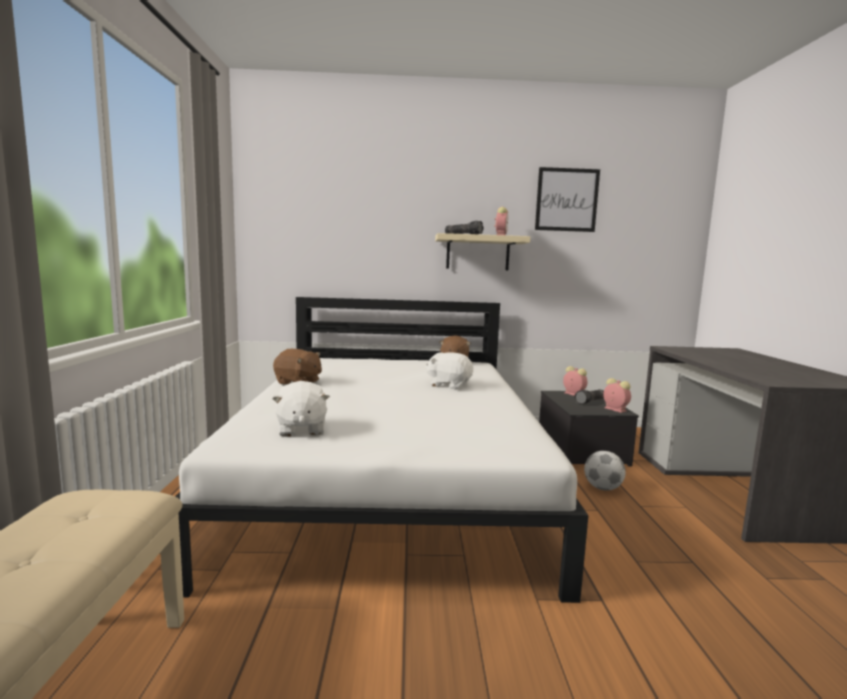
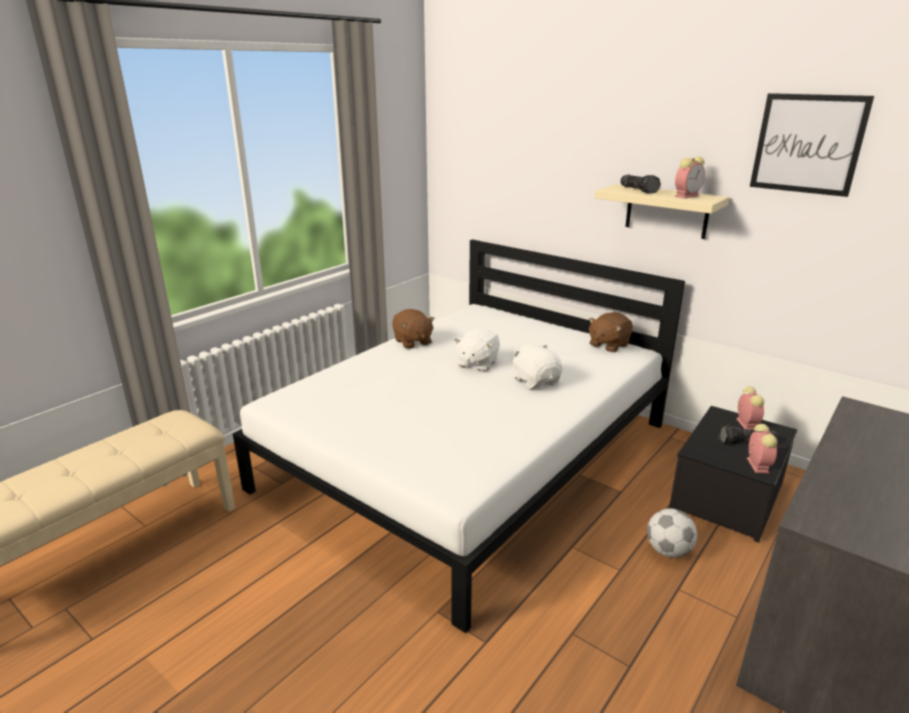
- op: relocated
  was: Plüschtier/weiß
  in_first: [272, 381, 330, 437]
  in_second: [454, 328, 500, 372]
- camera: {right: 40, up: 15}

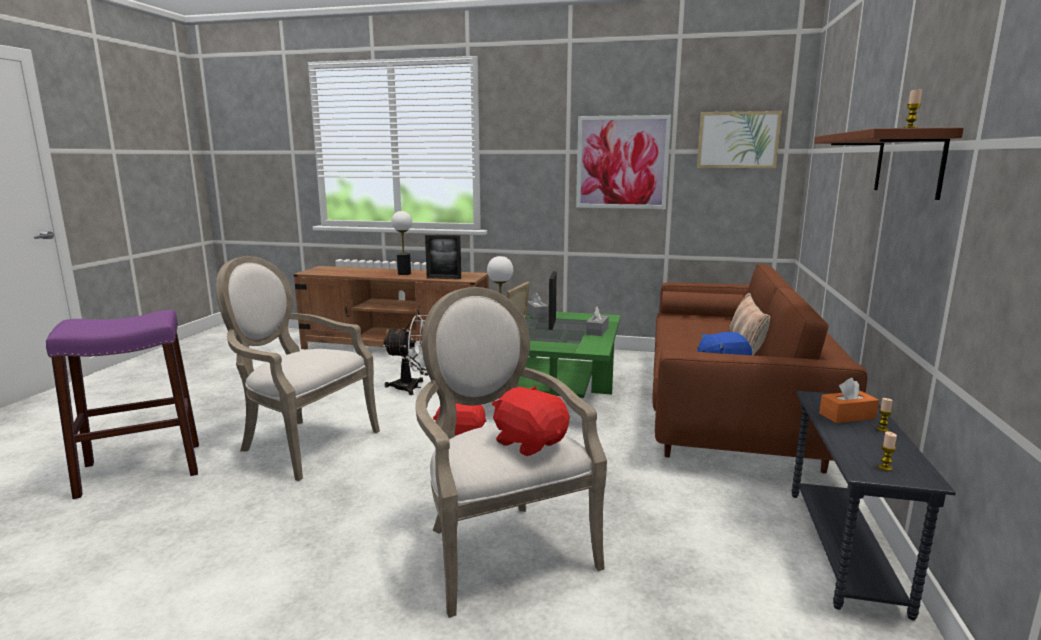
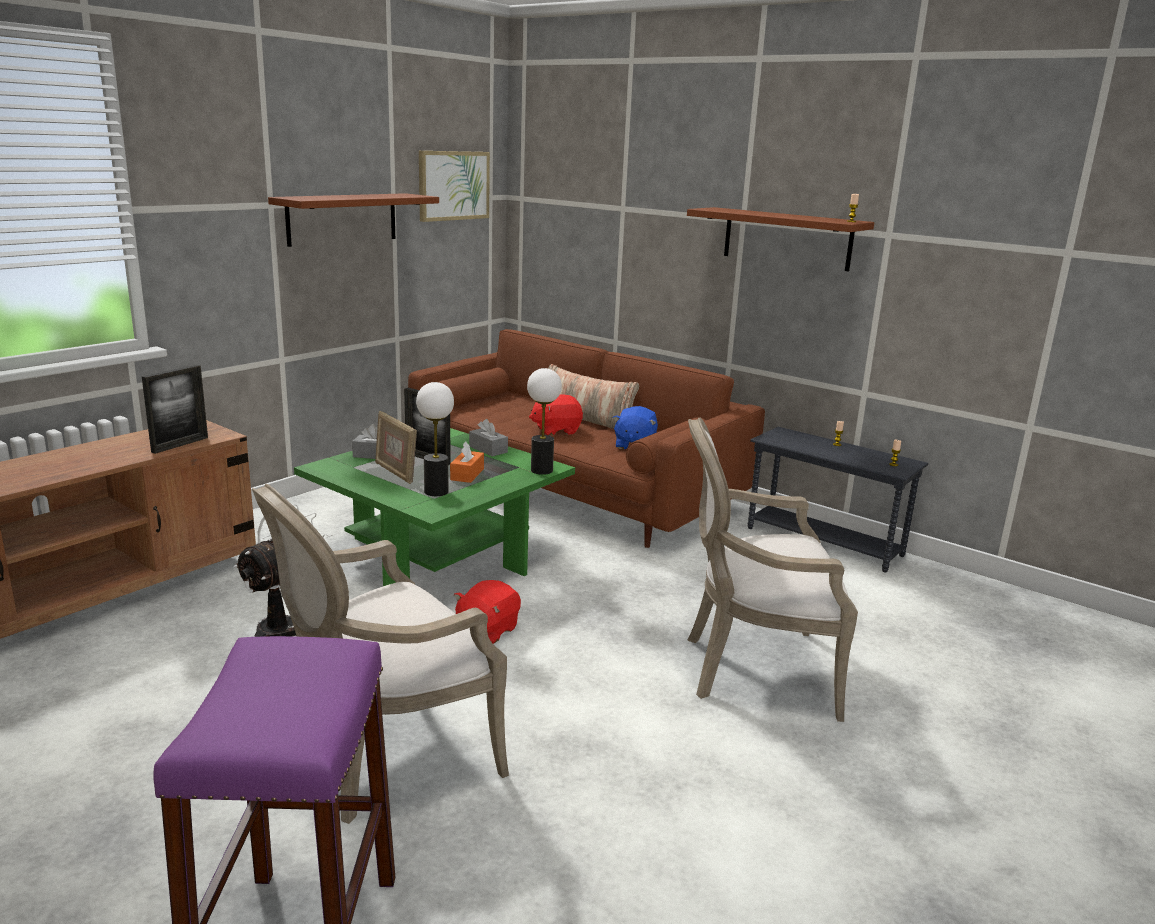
- op: exchanged
  was: Bild
  now: Wandregal/braun
  in_first: [576, 115, 671, 209]
  in_second: [268, 193, 439, 247]
- op: relocated
  was: Taschentuchbox/orange
  in_first: [819, 378, 879, 423]
  in_second: [450, 441, 484, 483]
- op: relocated
  was: Tischlampe
  in_first: [392, 211, 412, 275]
  in_second: [527, 368, 562, 475]
- op: relocated
  was: Plüschtier/rot
  in_first: [491, 386, 569, 456]
  in_second: [529, 394, 583, 436]
- camera: {right: -65, up: 5}

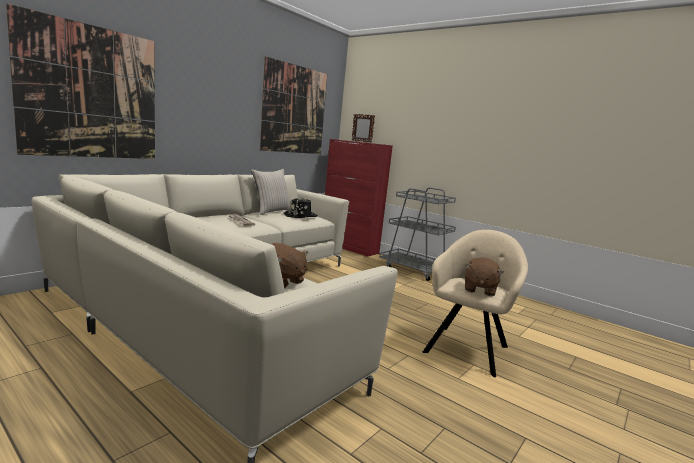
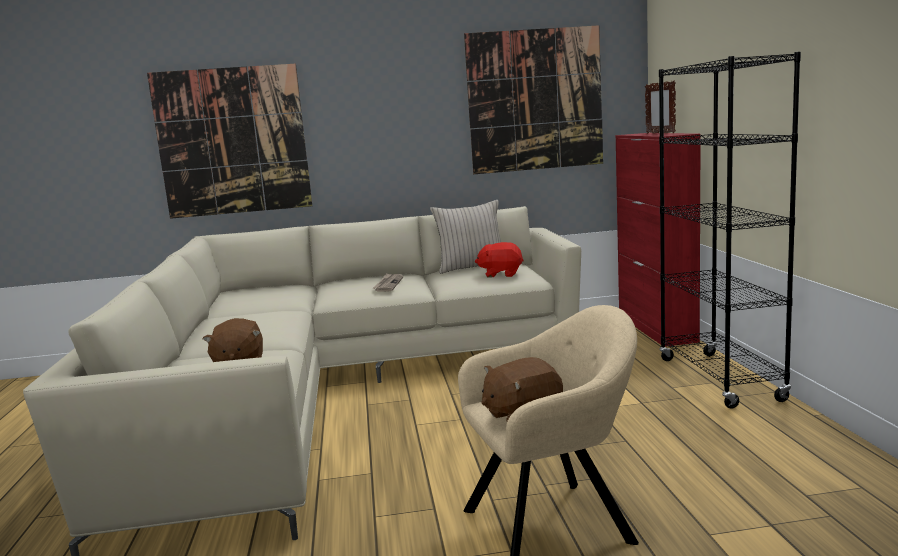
- op: exchanged
  was: Hut/schwarz
  now: Plüschtier/rot
  in_first: [283, 197, 318, 218]
  in_second: [475, 242, 524, 278]
- op: exchanged
  was: Rollwagen/grau
  now: Bücherregal/schwarz
  in_first: [379, 187, 456, 281]
  in_second: [659, 52, 801, 408]
- camera: {right: 45, up: 0}

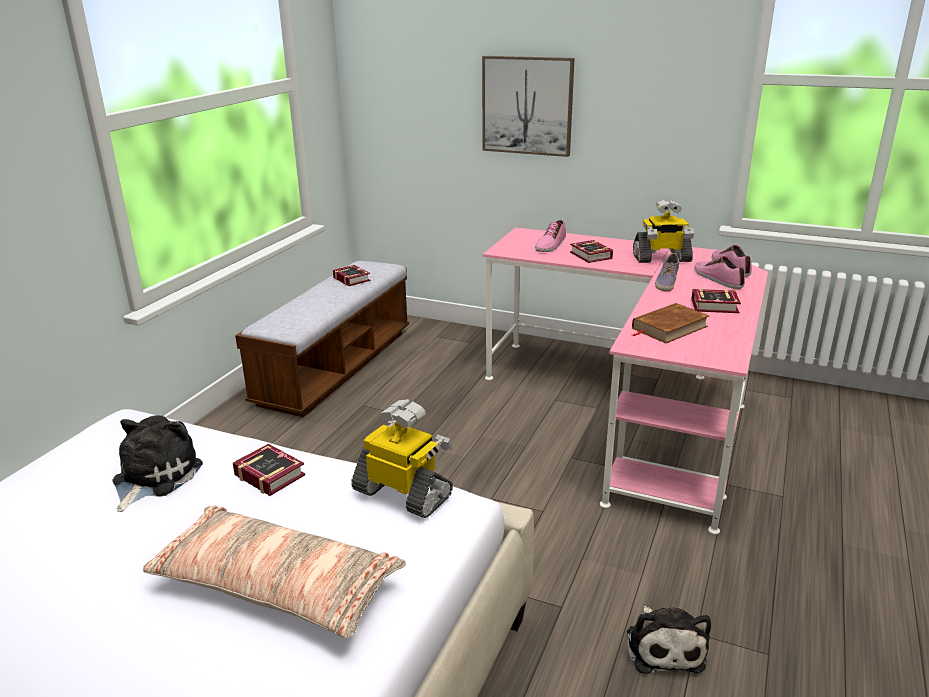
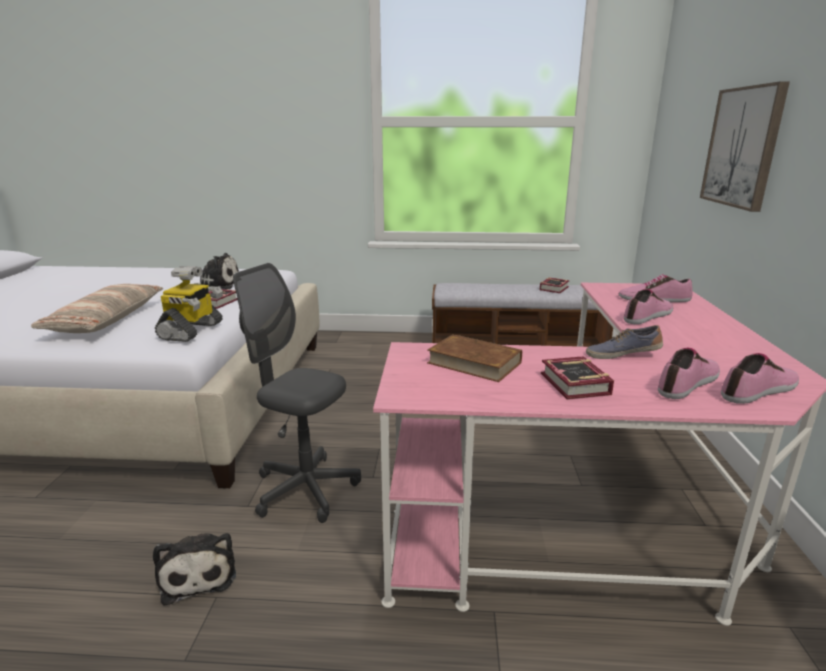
- op: spun
  was: Plüschtier
  in_first: [627, 606, 711, 674]
  in_second: [153, 533, 236, 606]
  clockwise: -90
- op: appeared
  now: Bürostuhl/grau
  in_second: [233, 263, 361, 523]
- op: exchanged
  was: Buch
  now: Schuh
  in_first: [570, 240, 613, 263]
  in_second: [624, 289, 673, 324]
- op: missing
  was: Spielzeugroboter
  in_first: [633, 200, 694, 263]
- camera: {right: 70, up: -5}

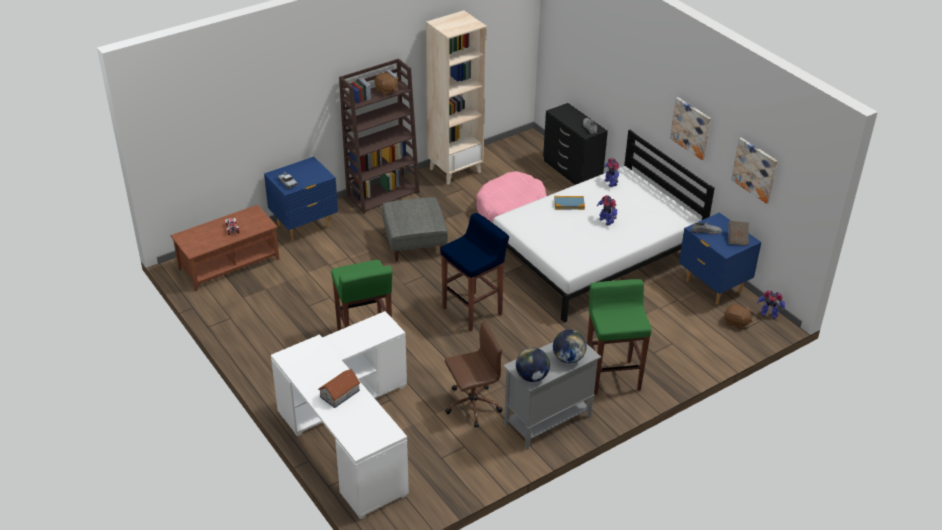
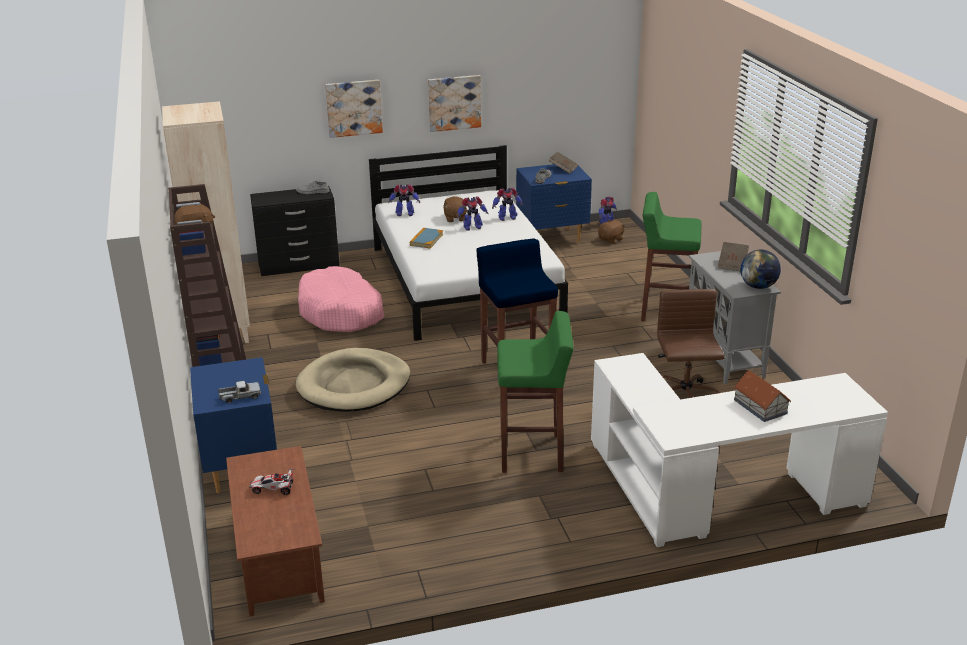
- op: exchanged
  was: Polsterhocker/grau
  now: Hundebett/beige
  in_first: [382, 197, 448, 262]
  in_second: [296, 348, 410, 412]
- op: relocated
  was: Bild
  in_first: [731, 138, 778, 204]
  in_second: [325, 80, 383, 138]
- op: appeared
  now: Plüschtier/braun
  in_second: [443, 196, 467, 222]
- op: appeared
  now: Spielzeugroboter
  in_second: [492, 188, 523, 221]
- op: exchanged
  was: Globus
  now: Buch/braun
  in_first: [553, 330, 587, 363]
  in_second: [718, 242, 749, 271]
- camera: {right: -70, up: -10}

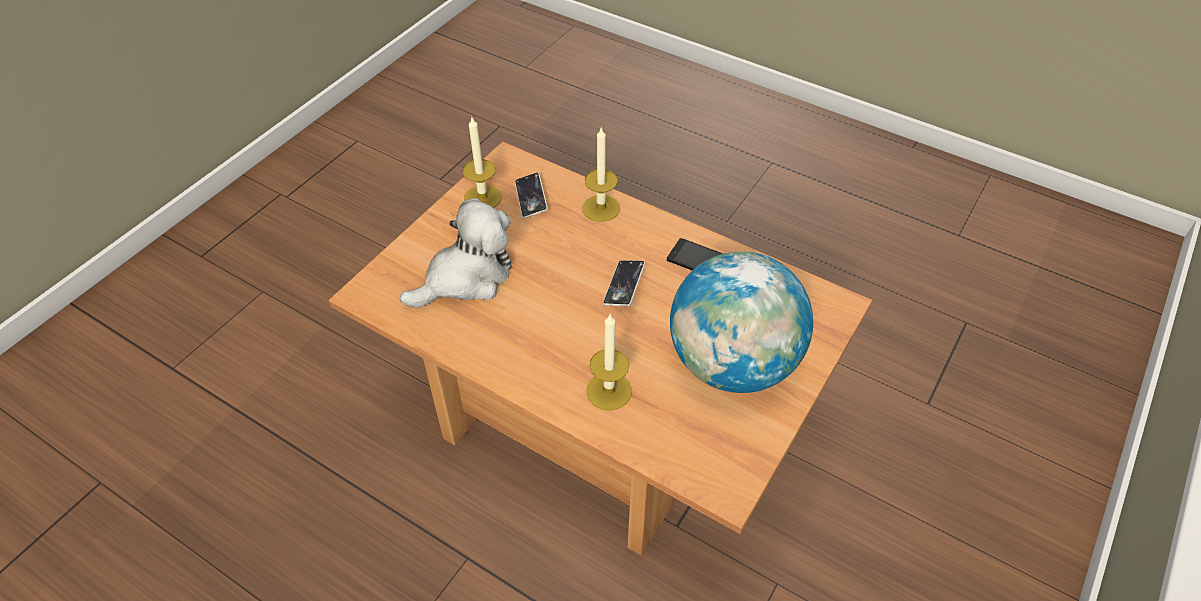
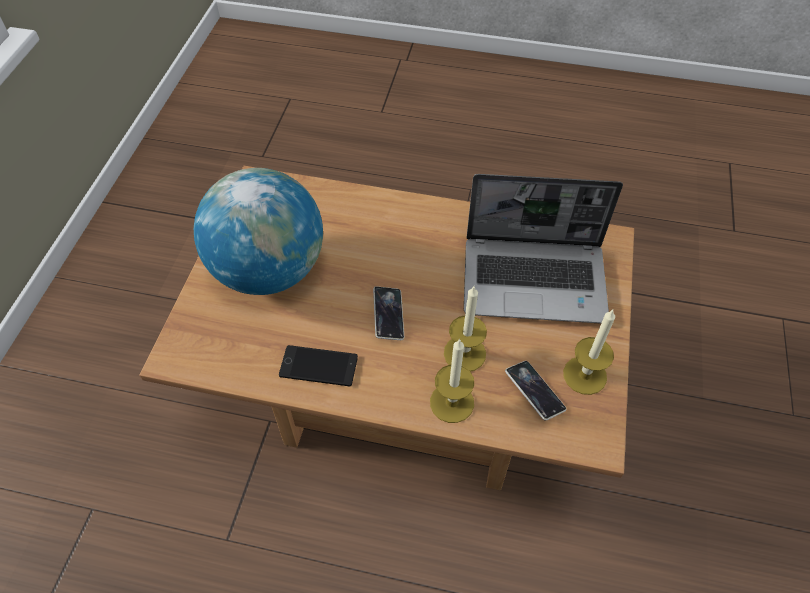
- op: relocated
  was: Kerze
  in_first: [586, 314, 632, 410]
  in_second: [444, 286, 487, 372]
- op: exchanged
  was: Plüschtier
  now: Laptop
  in_first: [400, 198, 512, 308]
  in_second: [464, 174, 623, 324]
- camera: {right: 160, up: 5}

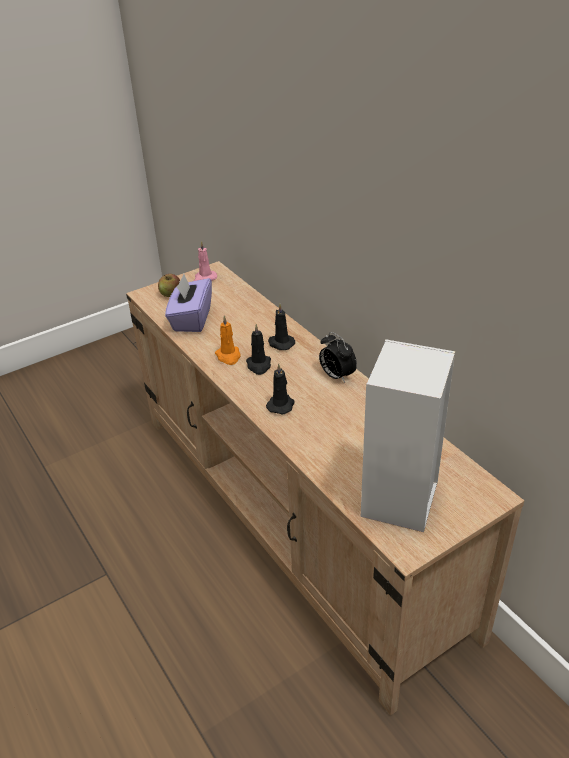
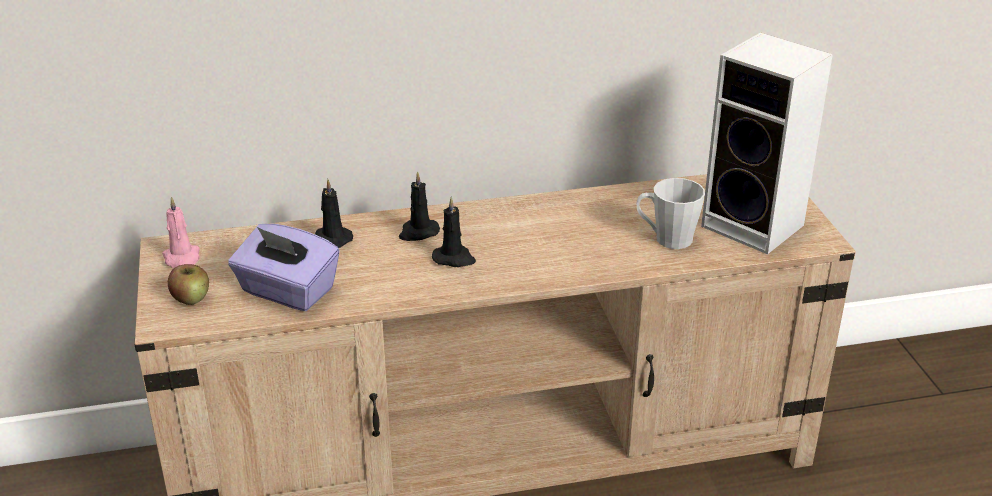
- op: relocated
  was: Kerze/schwarz
  in_first: [266, 364, 294, 414]
  in_second: [315, 179, 353, 248]
- op: appeared
  now: Henkelbecher/grau
  in_second: [637, 178, 705, 249]
- op: missing
  was: Kerze/orange
  in_first: [215, 315, 240, 365]
- op: missing
  was: Wecker
  in_first: [319, 332, 357, 383]
- camera: {right: -70, up: -5}

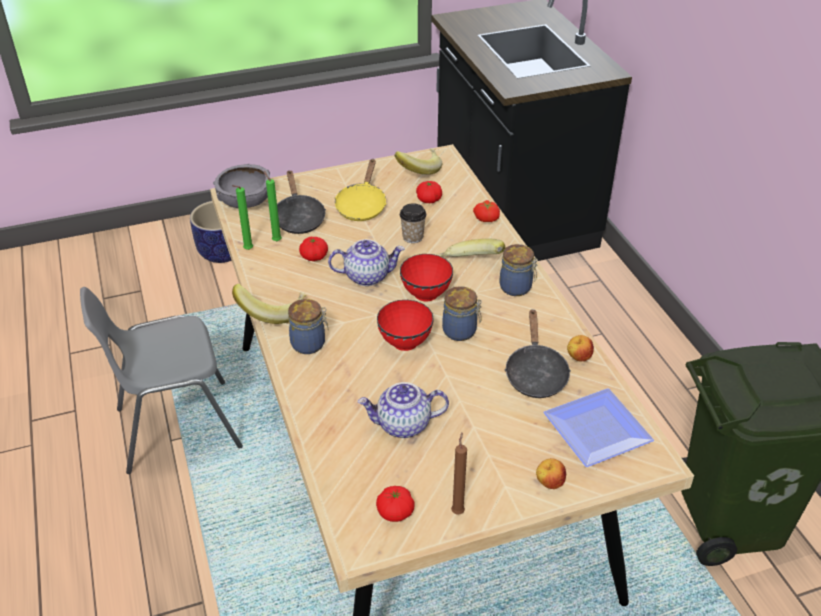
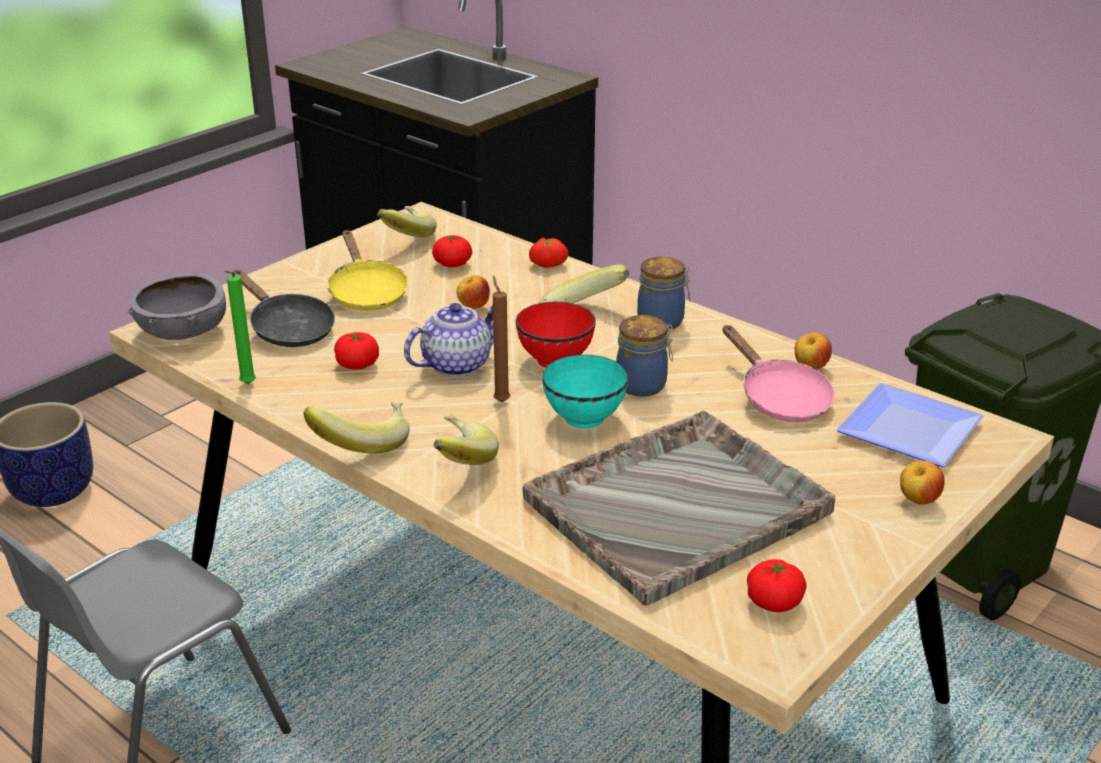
- op: exchanged
  was: Vorratsglas
  now: Banane
  in_first: [288, 299, 328, 354]
  in_second: [434, 413, 499, 465]
- op: exchanged
  was: Tasse
  now: Apfel
  in_first: [400, 203, 427, 243]
  in_second: [456, 275, 490, 309]
- op: relocated
  was: Kerze/braun
  in_first: [451, 432, 467, 515]
  in_second: [493, 276, 510, 402]
- op: exchanged
  was: Teekanne
  now: Tablett/grau
  in_first: [358, 382, 449, 438]
  in_second: [523, 411, 835, 606]
- op: colour
  was: Schüssel/rot
  now: Schüssel/türkis
  in_first: [377, 300, 434, 351]
  in_second: [542, 355, 628, 429]
- op: colour
  was: Pfanne/schwarz
  now: Pfanne/rosa
  in_first: [505, 309, 571, 398]
  in_second: [723, 325, 835, 422]
- op: missing
  was: Kerze/grün
  in_first: [264, 171, 282, 241]
- camera: {right: -30, up: -10}

